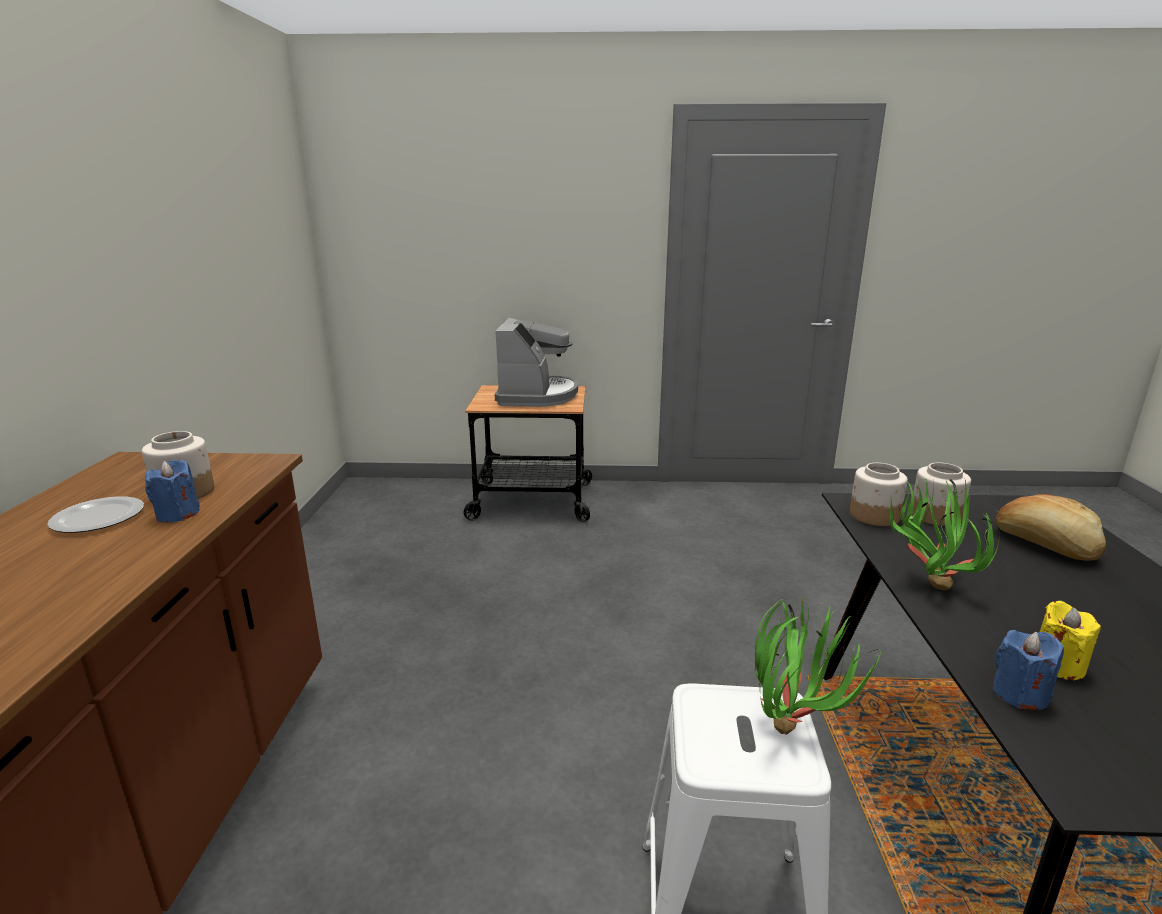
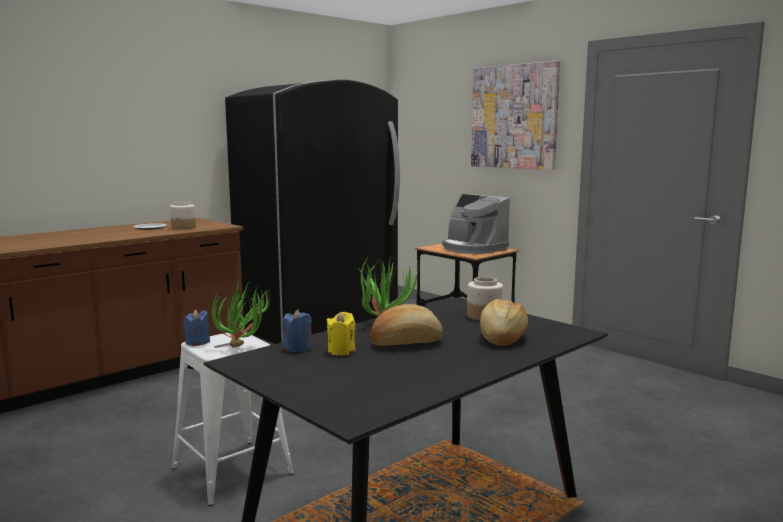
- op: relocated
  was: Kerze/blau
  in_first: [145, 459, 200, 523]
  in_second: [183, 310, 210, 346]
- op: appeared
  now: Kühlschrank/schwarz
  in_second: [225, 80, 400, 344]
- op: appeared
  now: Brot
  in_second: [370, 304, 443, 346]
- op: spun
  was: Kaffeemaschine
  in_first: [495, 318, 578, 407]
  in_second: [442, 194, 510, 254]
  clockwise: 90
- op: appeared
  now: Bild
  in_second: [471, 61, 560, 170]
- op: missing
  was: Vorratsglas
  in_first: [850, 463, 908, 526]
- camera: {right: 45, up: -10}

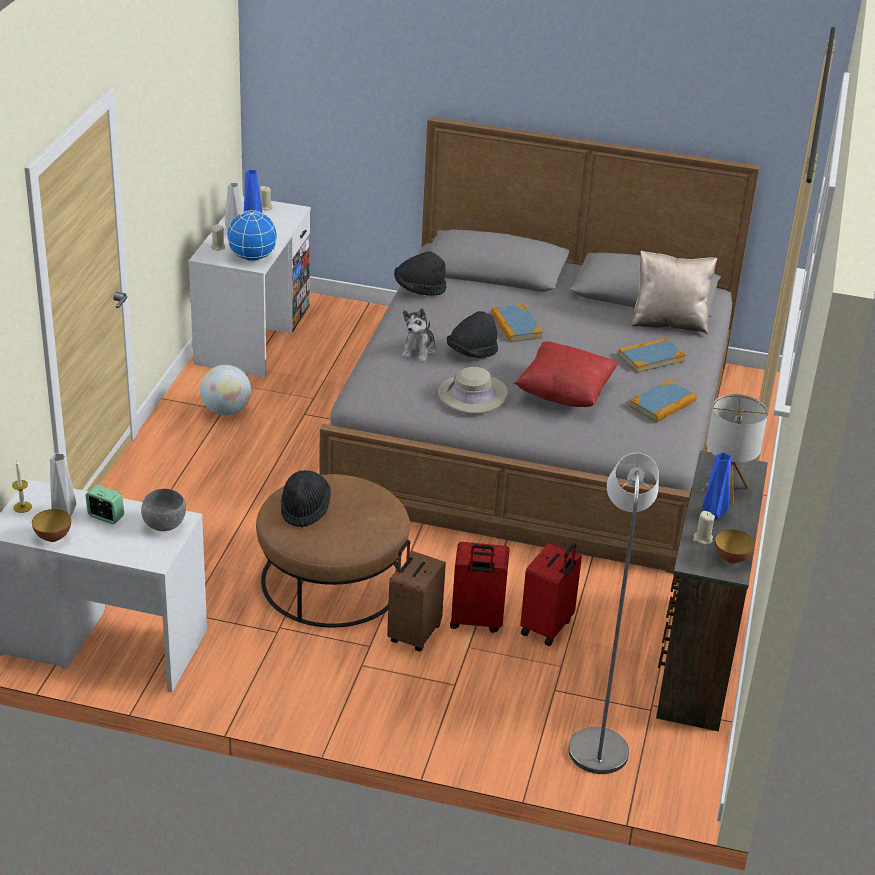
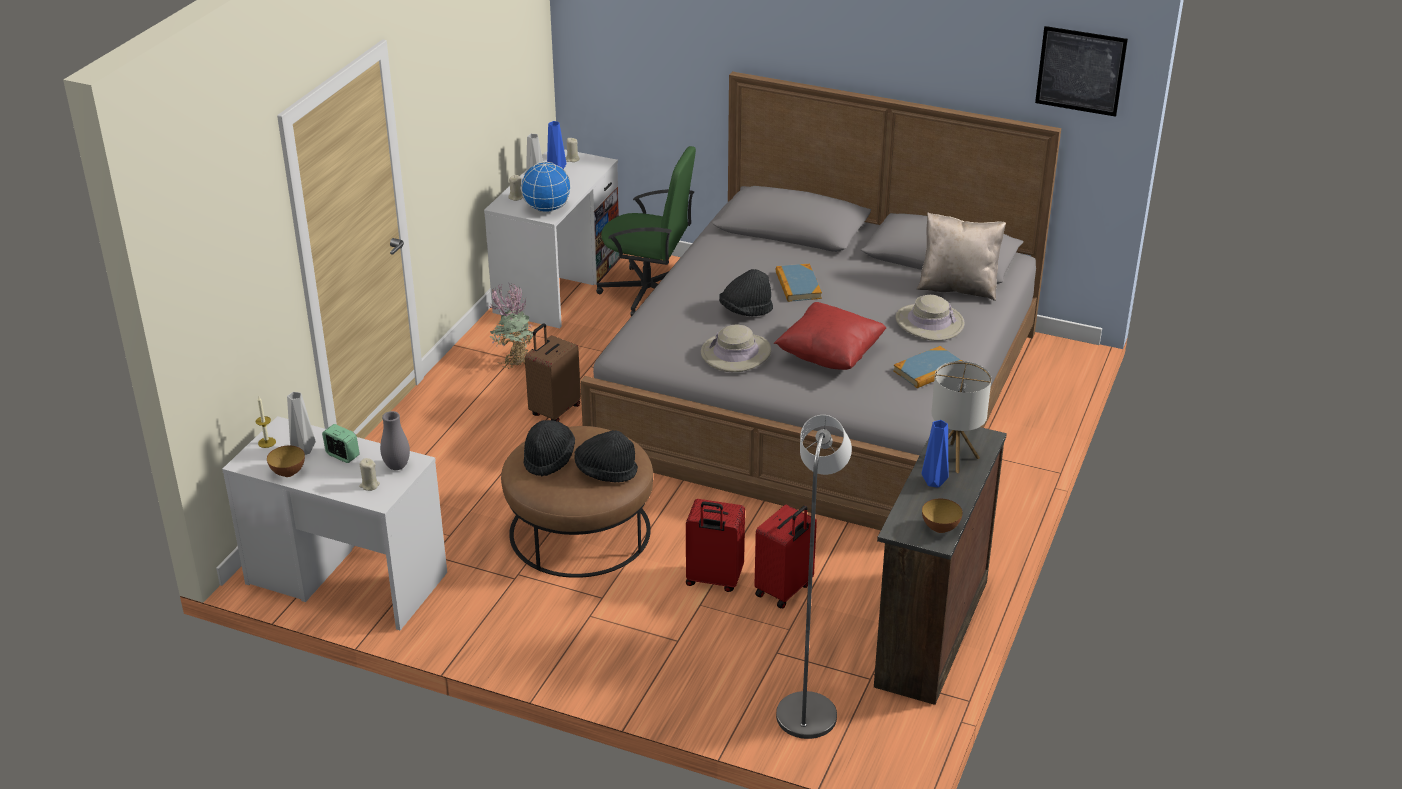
- op: relocated
  was: Kerze/beige
  in_first: [693, 511, 715, 545]
  in_second: [359, 458, 380, 491]
- op: exchanged
  was: Schüssel/grau
  now: Vase/grau
  in_first: [141, 489, 186, 531]
  in_second: [380, 411, 410, 470]
- op: exchanged
  was: Globus
  now: Topfpflanze
  in_first: [200, 365, 251, 415]
  in_second: [489, 282, 534, 369]
- op: relocated
  was: Koffer/braun
  in_first: [387, 540, 446, 651]
  in_second: [525, 323, 581, 422]
- op: relocated
  was: Hut/schwarz
  in_first: [394, 251, 447, 296]
  in_second: [574, 430, 638, 482]
- op: appeared
  now: Bürostuhl/grün
  in_second: [596, 146, 696, 317]
- op: exchanged
  was: Buch
  now: Hut/beige
  in_first: [618, 338, 686, 373]
  in_second: [896, 295, 965, 341]
- op: appeared
  now: Bild
  in_second: [1035, 26, 1128, 117]
- op: missing
  was: Plüschtier
  in_first: [402, 308, 436, 362]
- camera: {right: 10, up: 0}

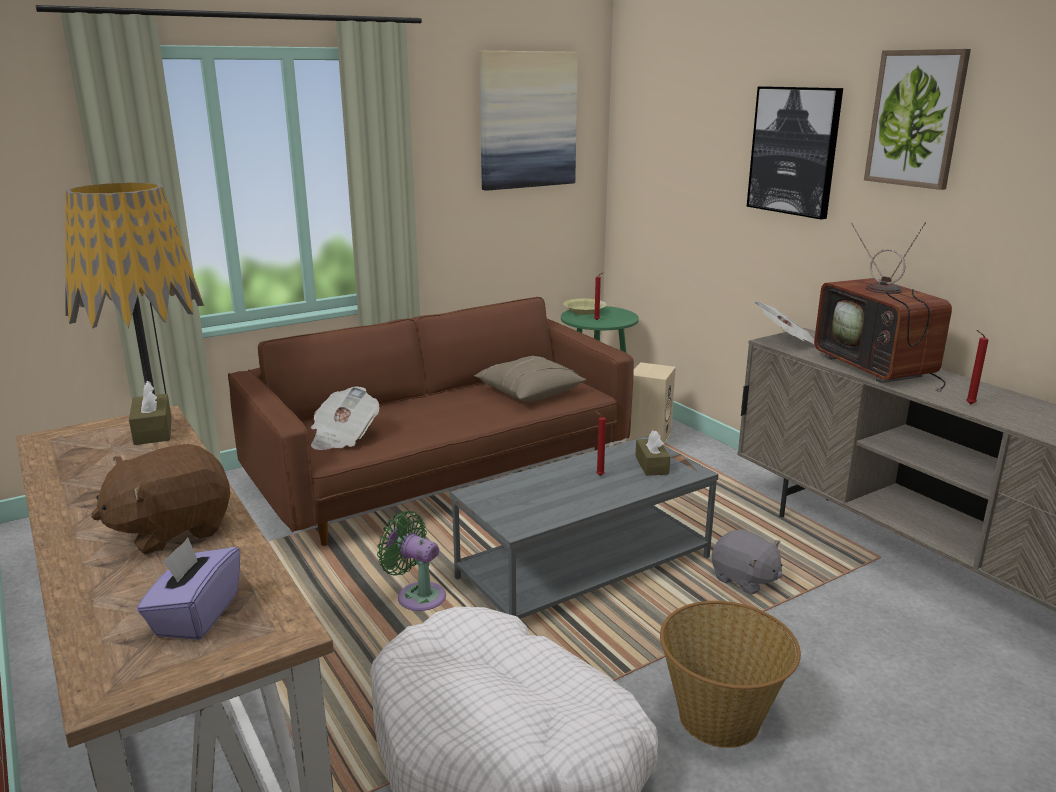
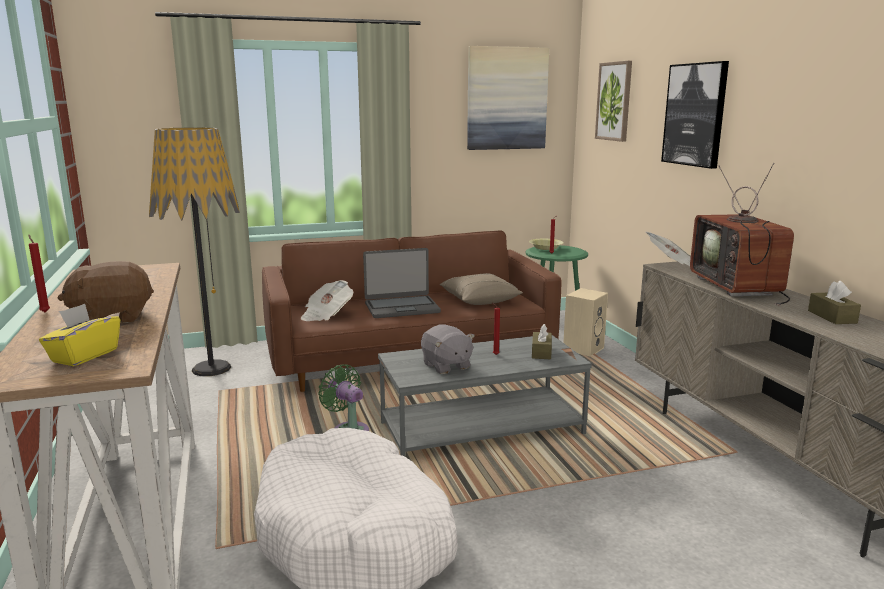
- op: relocated
  was: Kerze/rot
  in_first: [966, 330, 989, 405]
  in_second: [28, 235, 50, 312]
- op: colour
  was: Taschentuchbox/lila
  now: Taschentuchbox/gelb
  in_first: [137, 538, 240, 640]
  in_second: [39, 304, 120, 366]
- op: appeared
  now: Laptop
  in_second: [363, 248, 441, 318]
- op: relocated
  was: Plüschtier/grau
  in_first: [712, 529, 783, 595]
  in_second: [421, 325, 475, 374]
- op: relocated
  was: Bild
  in_first: [864, 49, 971, 190]
  in_second: [595, 61, 632, 142]
- op: relocated
  was: Taschentuchbox/braun
  in_first: [129, 381, 172, 445]
  in_second: [808, 281, 861, 324]
- op: missing
  was: Korb
  in_first: [660, 601, 801, 748]
- camera: {right: 15, up: -5}

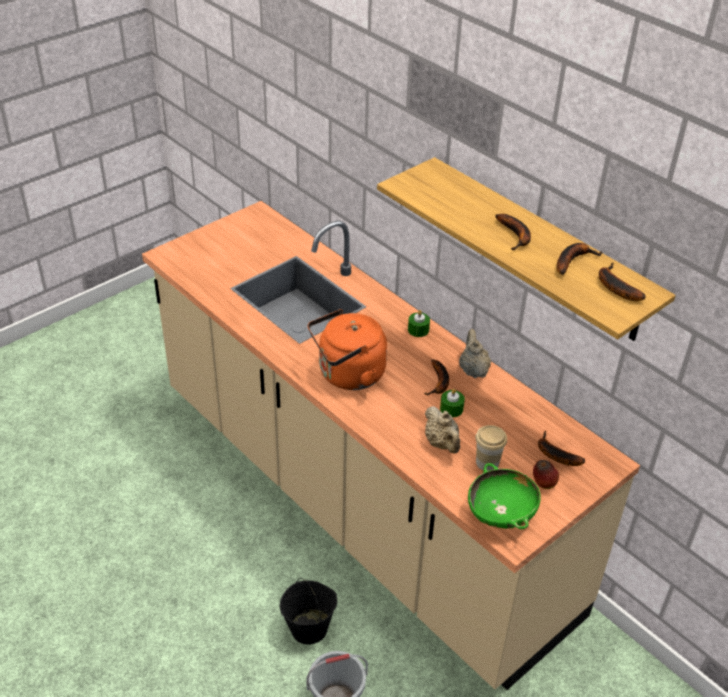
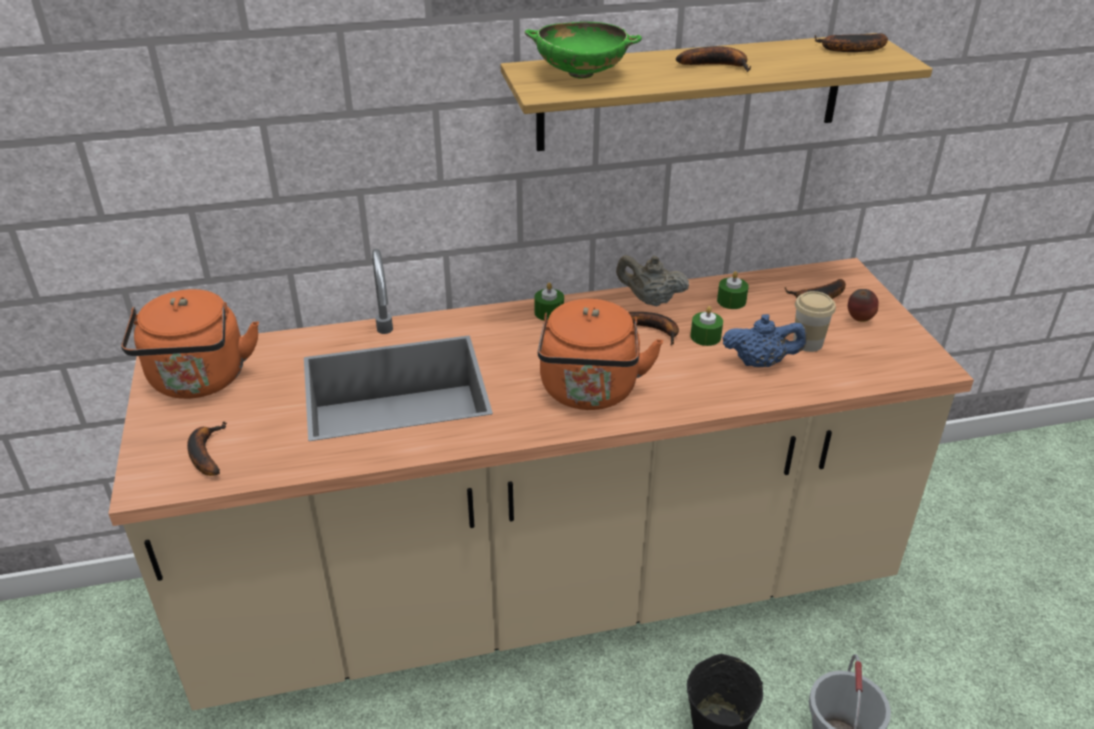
- op: appeared
  now: Wasserkessel/orange
  in_second: [121, 289, 259, 399]
- op: relocated
  was: Banane
  in_first: [557, 243, 603, 275]
  in_second: [187, 421, 227, 476]
- op: relocated
  was: Schüssel/grün
  in_first: [468, 463, 541, 529]
  in_second: [524, 22, 642, 79]
- op: appeared
  now: Kerze/grün
  in_second: [717, 271, 749, 309]
- op: colour
  was: Teekanne/beige
  now: Teekanne/blau
  in_first: [425, 406, 460, 454]
  in_second: [722, 314, 807, 367]
- camera: {right: -60, up: -5}

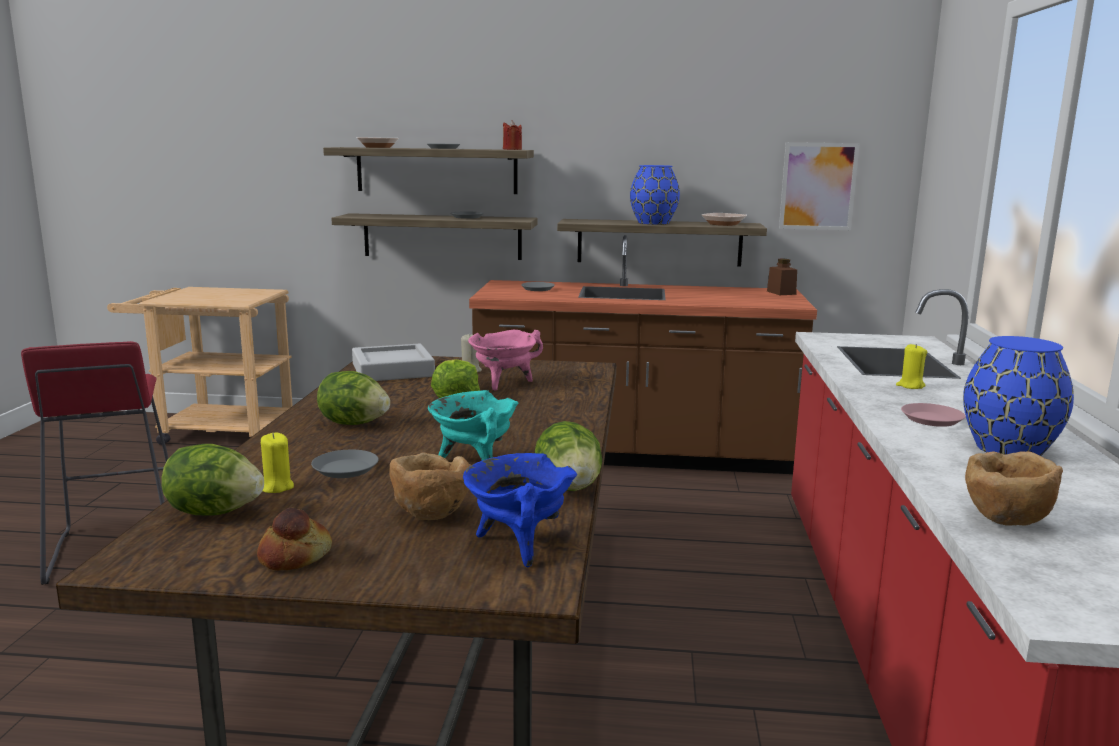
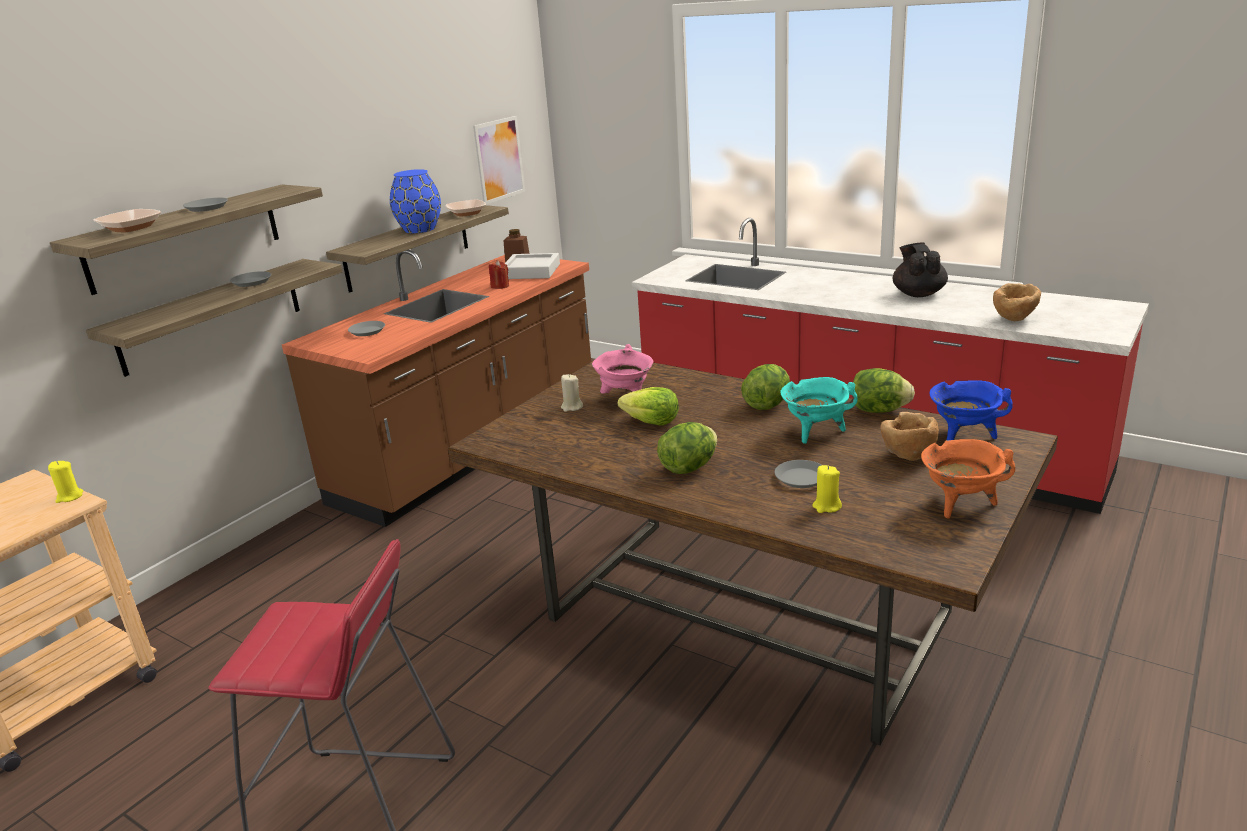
- op: relocated
  was: Kerze/gelb
  in_first: [896, 344, 927, 389]
  in_second: [48, 461, 83, 503]
- op: relocated
  was: Kerze/rot
  in_first: [503, 120, 522, 150]
  in_second: [489, 260, 509, 289]
- op: relocated
  was: Tablett/grau
  in_first: [352, 343, 435, 381]
  in_second: [504, 253, 560, 279]
- op: relocated
  was: Salatkopf
  in_first: [162, 444, 264, 515]
  in_second: [741, 364, 790, 410]
- op: exchanged
  was: Vase/blau
  now: Teekanne/schwarz
  in_first: [963, 336, 1074, 456]
  in_second: [893, 242, 948, 297]
- op: exchanged
  was: Brot
  now: Kochtopf/orange
  in_first: [257, 508, 332, 571]
  in_second: [921, 439, 1015, 519]
- op: missing
  was: Teller/rosa
  in_first: [901, 403, 966, 427]
- camera: {right: -60, up: 10}

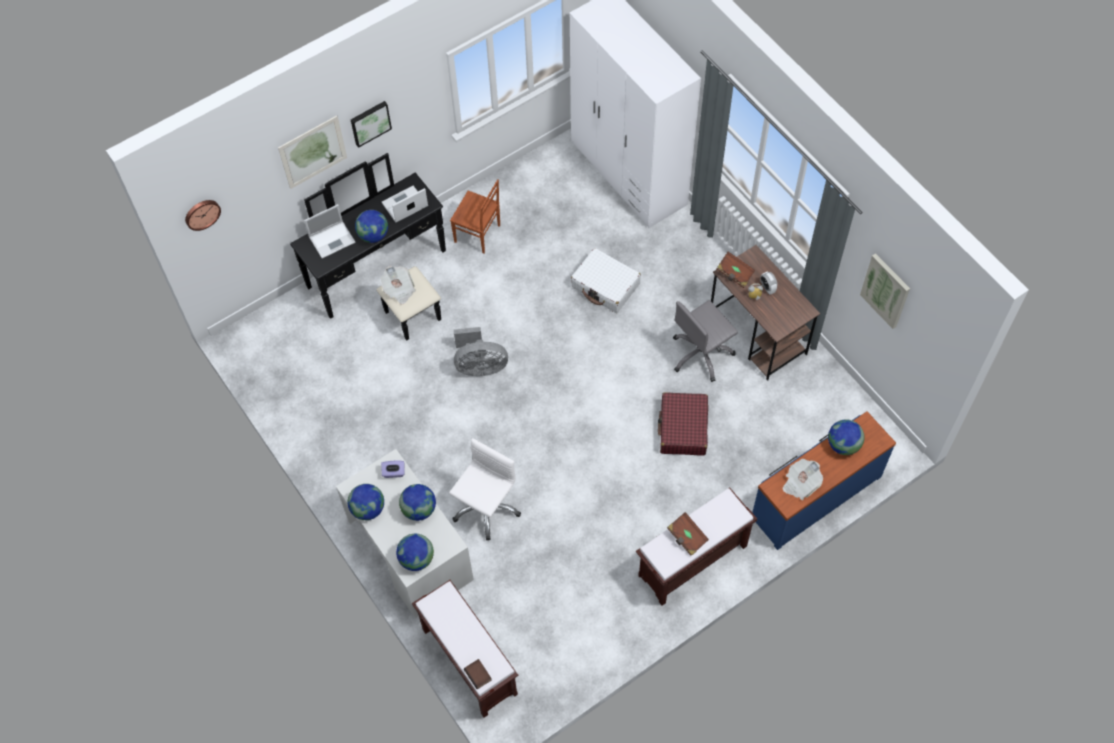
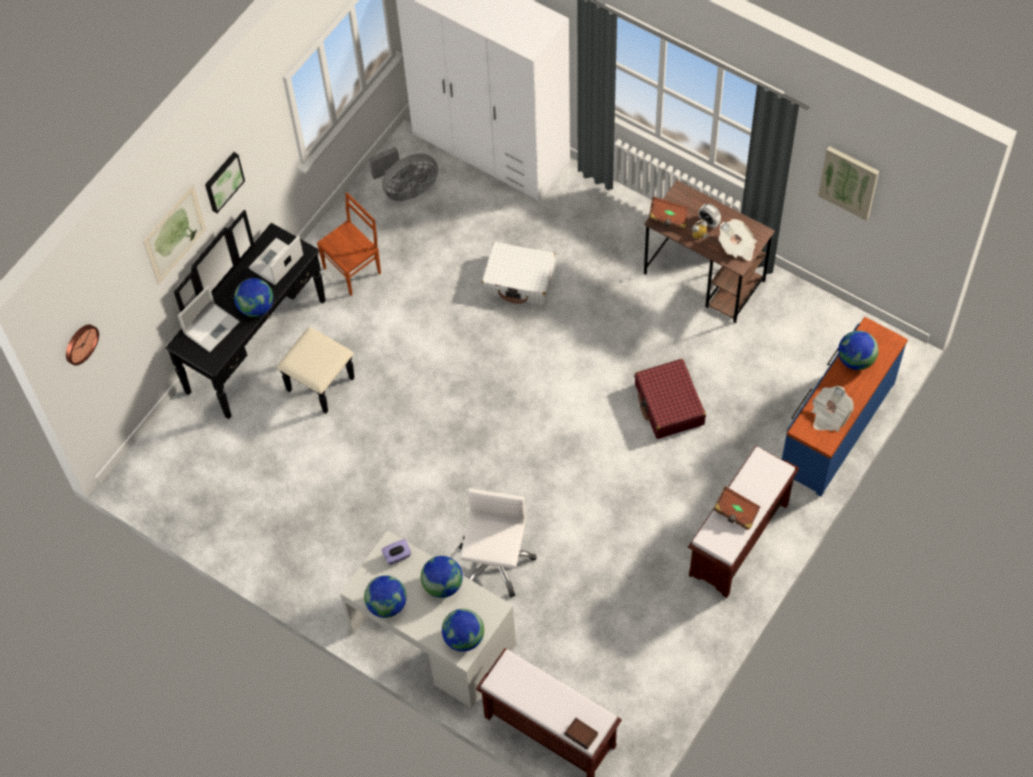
- op: spun
  was: Stuhl/braun
  in_first: [450, 179, 500, 254]
  in_second: [317, 192, 381, 296]
  clockwise: -45
- op: relocated
  was: Ventilator/grau
  in_first: [454, 327, 508, 376]
  in_second: [369, 146, 438, 201]
- op: relocated
  was: Zeitung
  in_first: [380, 266, 416, 304]
  in_second: [718, 219, 757, 261]
- op: missing
  was: Bürostuhl/grau
  in_first: [673, 300, 738, 382]
- camera: {right: -20, up: 0}

